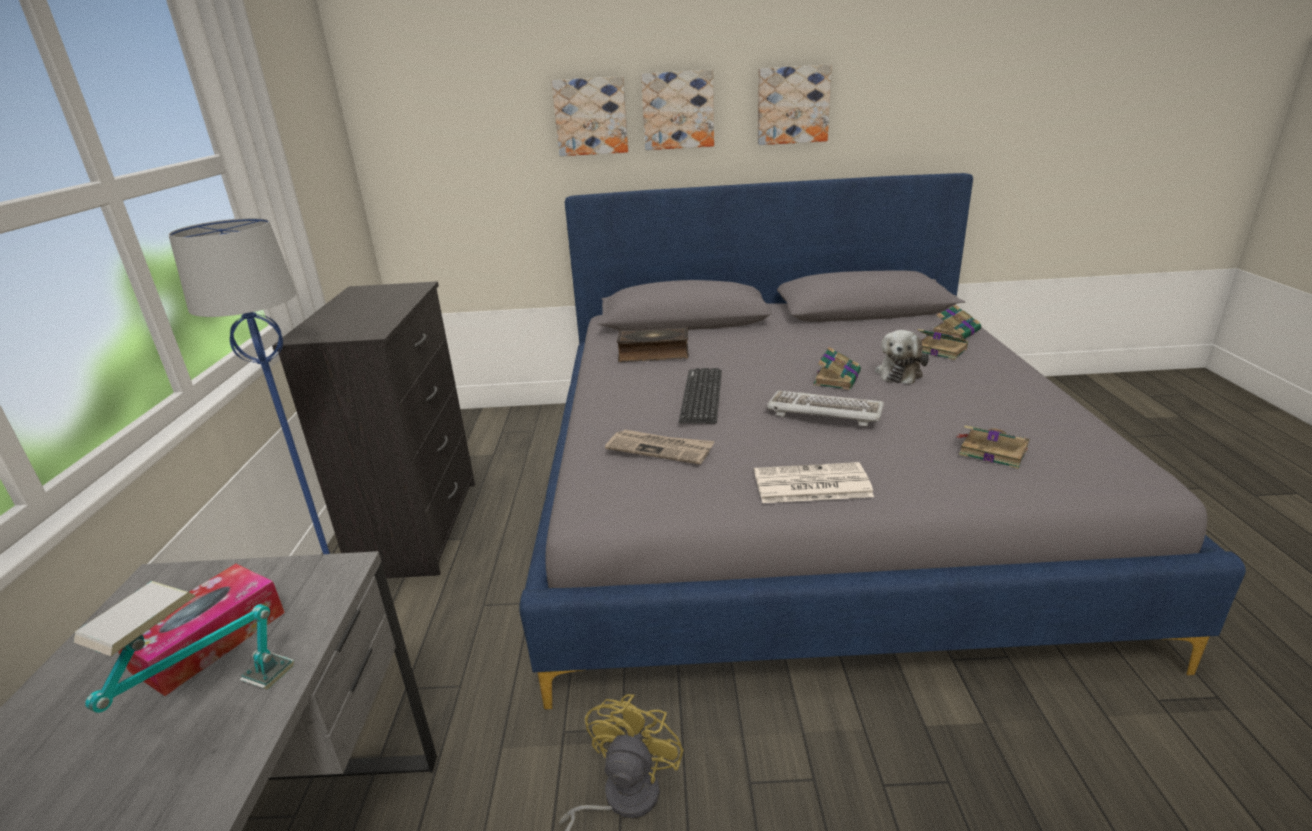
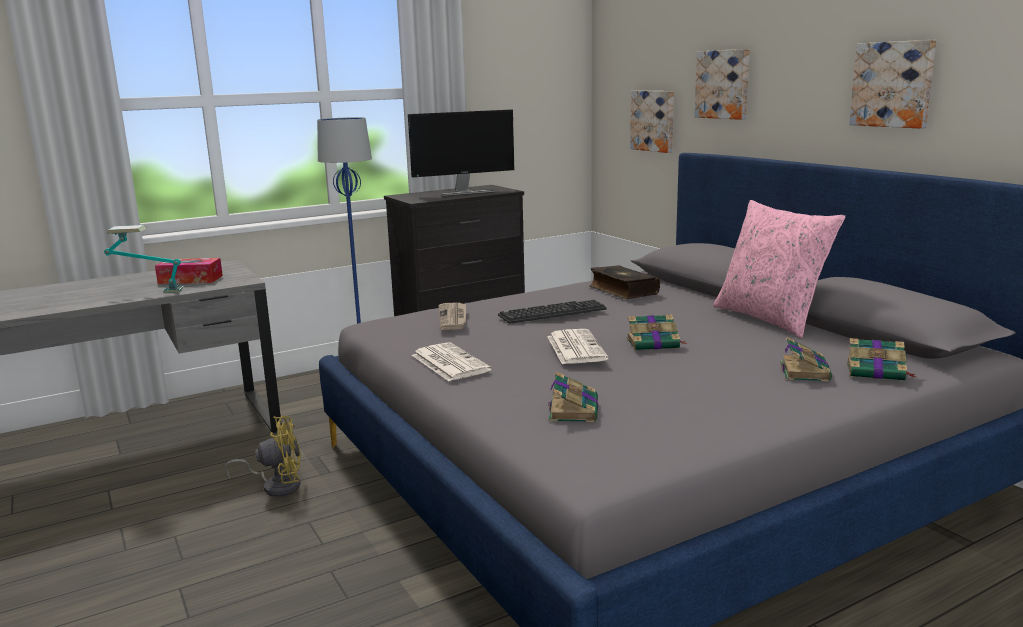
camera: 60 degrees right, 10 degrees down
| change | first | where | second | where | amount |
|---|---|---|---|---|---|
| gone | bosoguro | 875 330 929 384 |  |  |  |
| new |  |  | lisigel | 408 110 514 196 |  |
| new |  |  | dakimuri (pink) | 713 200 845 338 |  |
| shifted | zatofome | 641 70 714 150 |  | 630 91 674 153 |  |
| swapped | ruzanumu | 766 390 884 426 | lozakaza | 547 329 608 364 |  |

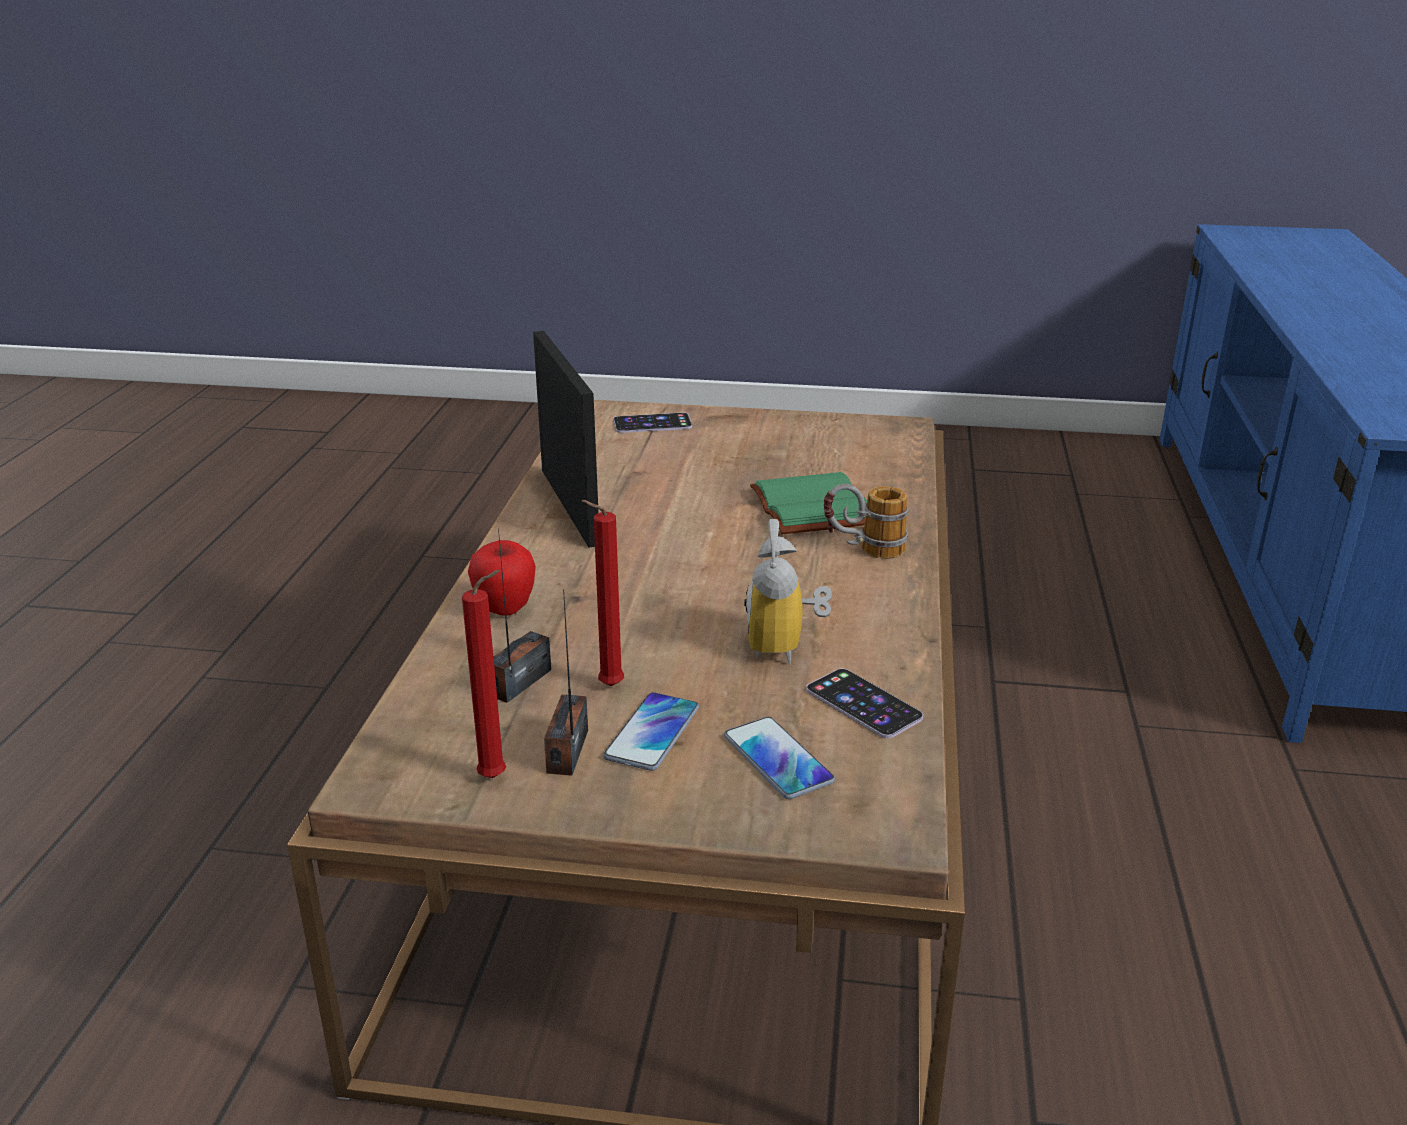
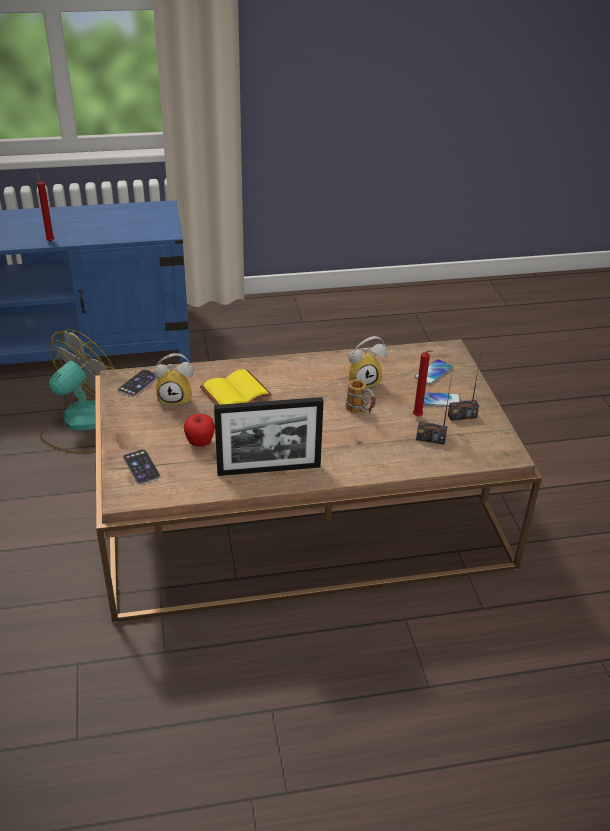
camera: 110 degrees left, 10 degrees up
| change | first | where | second | where | amount |
|---|---|---|---|---|---|
| new |  |  | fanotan | 40 329 114 454 |  |
| new |  |  | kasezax | 154 353 194 406 |  |
| shifted | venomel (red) | 462 570 506 778 |  | 37 173 55 242 |  |
| shifted | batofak | 468 540 536 616 |  | 184 414 215 447 |  |
| shifted | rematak | 806 669 923 738 |  | 118 369 158 397 |  |
| shifted | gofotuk | 824 483 909 559 |  | 345 379 376 414 |  |
| repainted | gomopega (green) | 750 472 867 534 | gomopega (yellow) | 200 369 272 405 |  |
| rotated | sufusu | 533 331 599 548 |  | 214 397 324 476 | 150 degrees counterclockwise |

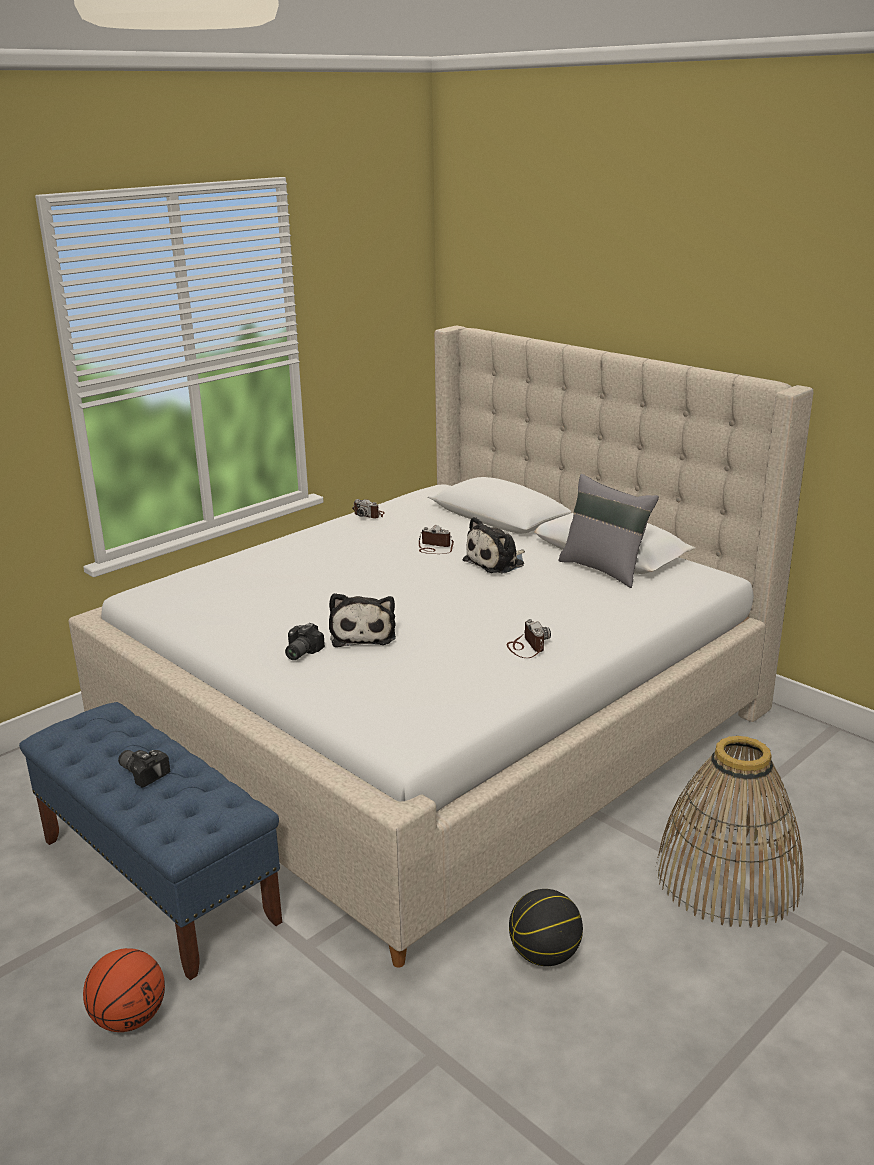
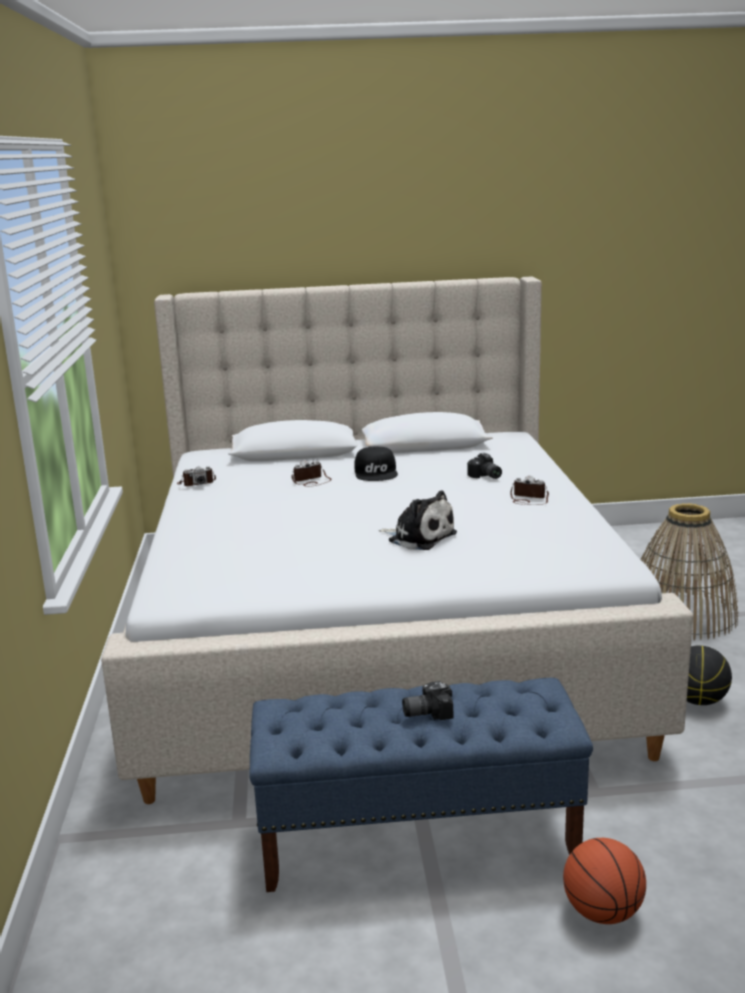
camera: 50 degrees left, 5 degrees down
| change | first | where | second | where | amount |
|---|---|---|---|---|---|
| gone | dakimuri (grey) | 559 474 659 588 |  |  |  |
| shifted | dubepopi | 285 623 325 660 |  | 467 453 502 479 |  |
| swapped | bosoguro | 463 517 525 573 | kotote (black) | 354 446 398 481 |  |

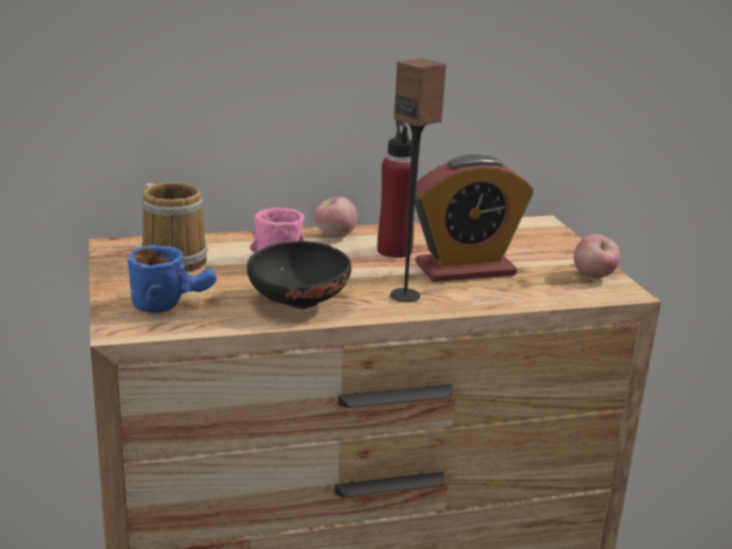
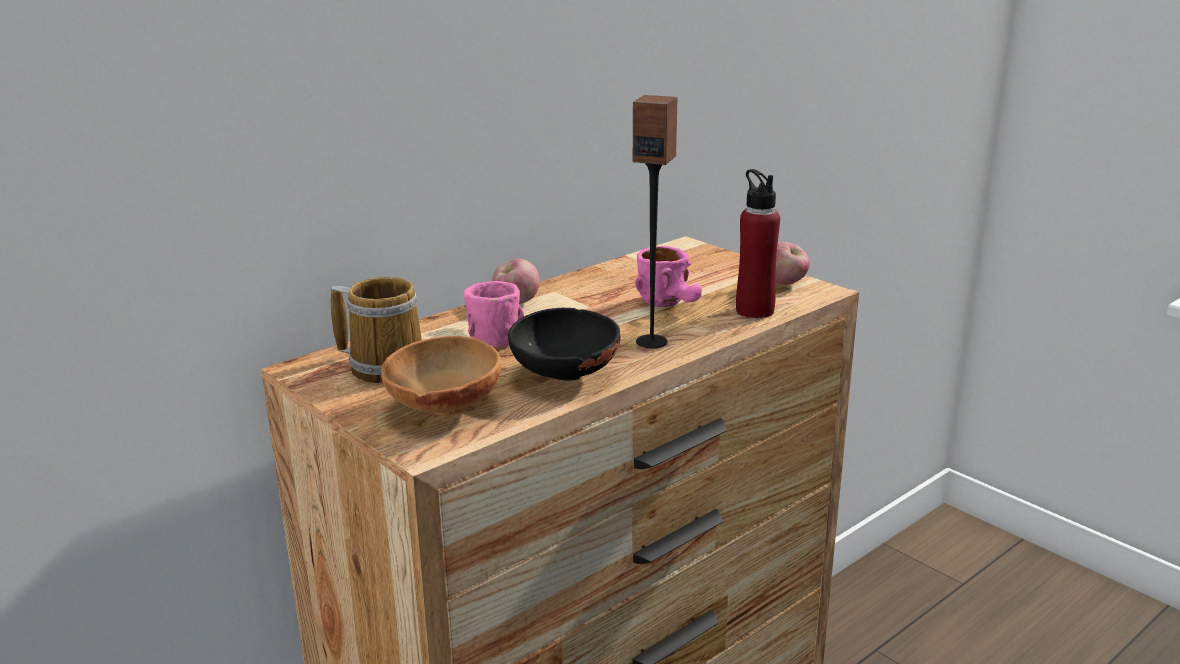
camera: 25 degrees left, 0 degrees up
| change | first | where | second | where | amount |
|---|---|---|---|---|---|
| shifted | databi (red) | 377 120 418 258 |  | 736 169 780 318 |  |
| swapped | gofotuk (blue) | 128 245 217 313 | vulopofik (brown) | 381 336 501 416 |  |
| swapped | kasezax | 415 154 534 282 | gofotuk (pink) | 635 246 702 307 |  |

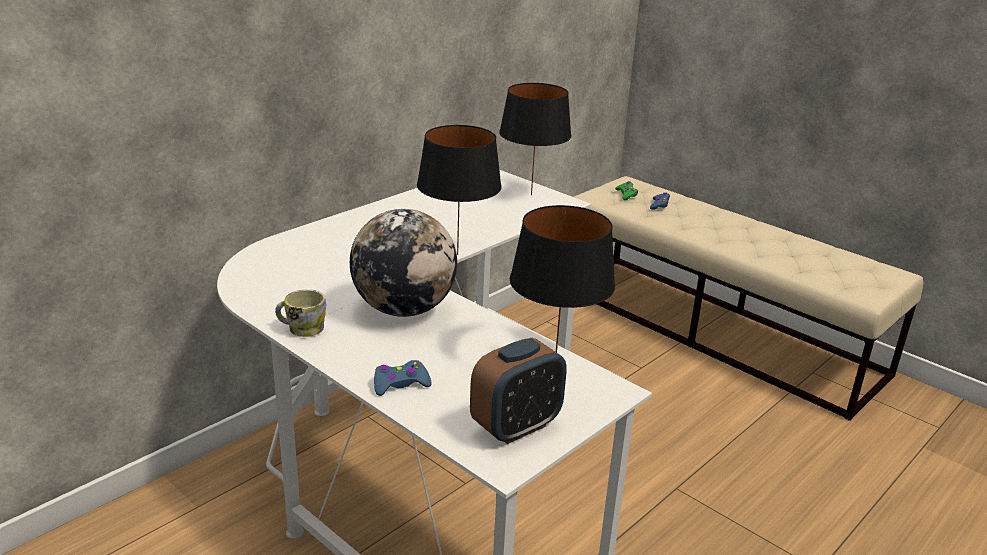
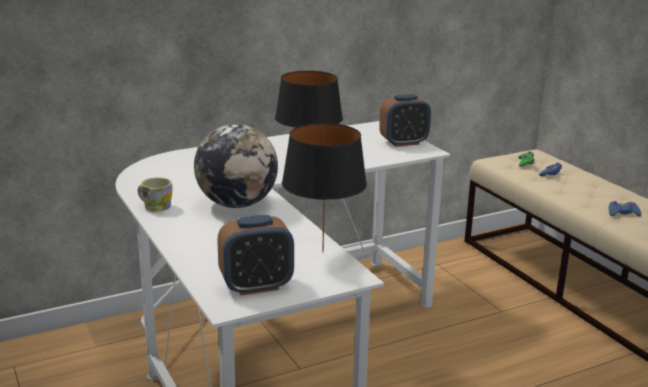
camera: 20 degrees right, 5 degrees down
| change | first | where | second | where | amount |
|---|---|---|---|---|---|
| shifted | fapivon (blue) | 374 360 432 396 |  | 609 201 641 216 |  |
| swapped | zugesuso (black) | 499 83 572 195 | kasezax | 379 94 431 147 |  |

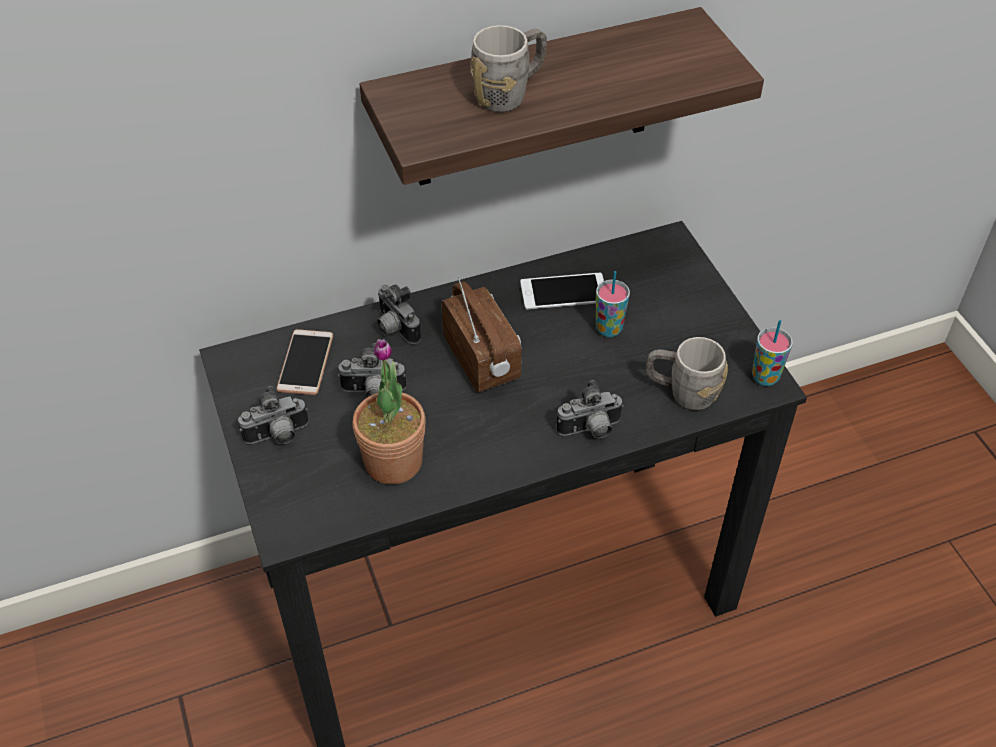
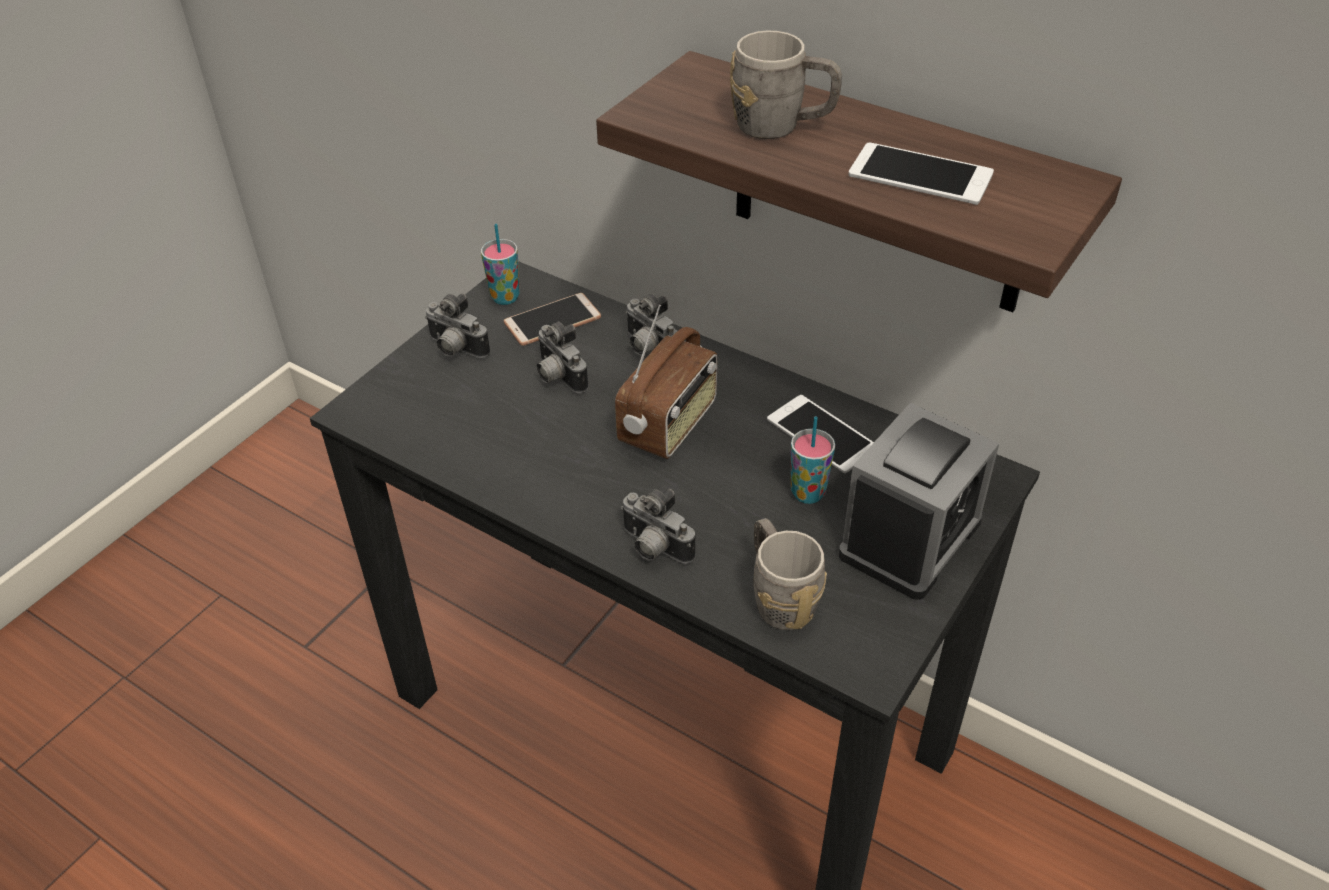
camera: 55 degrees right, 5 degrees down
| change | first | where | second | where | amount |
|---|---|---|---|---|---|
| gone | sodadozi | 352 339 426 484 |  |  |  |
| new |  |  | kasezax | 839 403 999 600 |  |
| new |  |  | rematak | 848 143 994 205 |  |
| shifted | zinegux | 752 320 793 386 |  | 481 224 520 305 |  |
| rotated | dubepopi | 377 284 421 344 |  | 626 294 677 355 | 60 degrees counterclockwise |

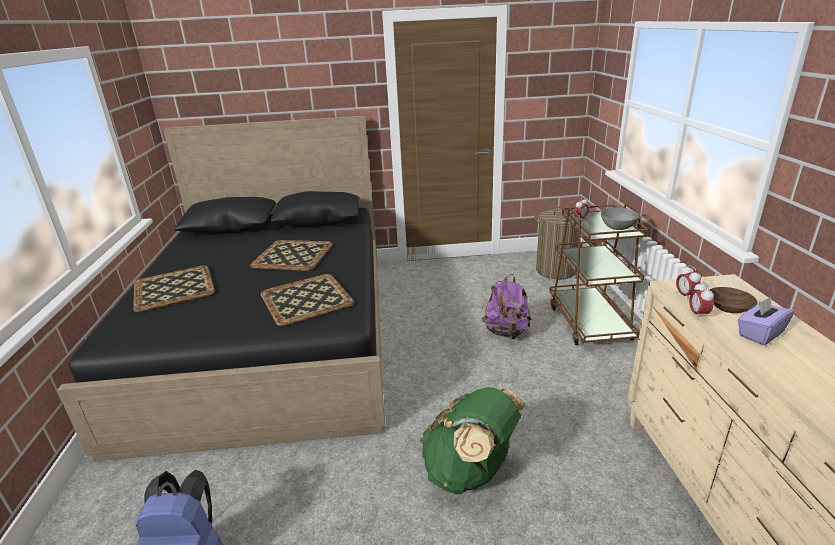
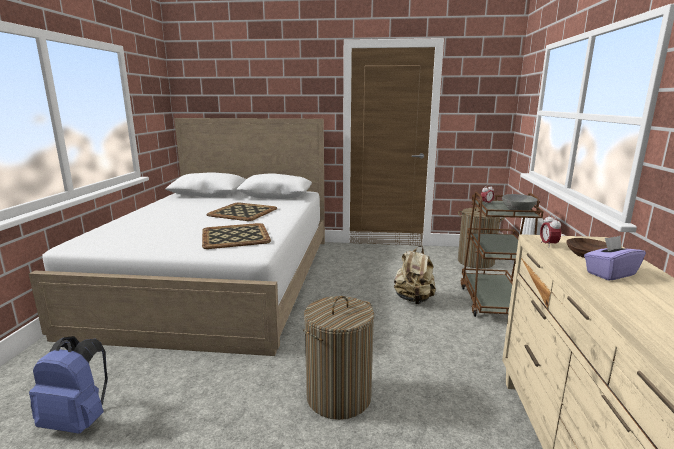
camera: 10 degrees right, 10 degrees down
| change | first | where | second | where | amount |
|---|---|---|---|---|---|
| gone | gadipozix | 133 265 215 312 |  |  |  |
| gone | kasezax | 689 282 714 320 |  |  |  |
| swapped | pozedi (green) | 420 387 526 494 | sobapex | 303 296 374 420 |  |
| repainted | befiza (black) | 57 116 385 462 | befiza (white) | 29 118 325 356 |  |
| repainted | pozedi (purple) | 482 274 532 339 | pozedi (beige) | 394 246 436 304 |  |

